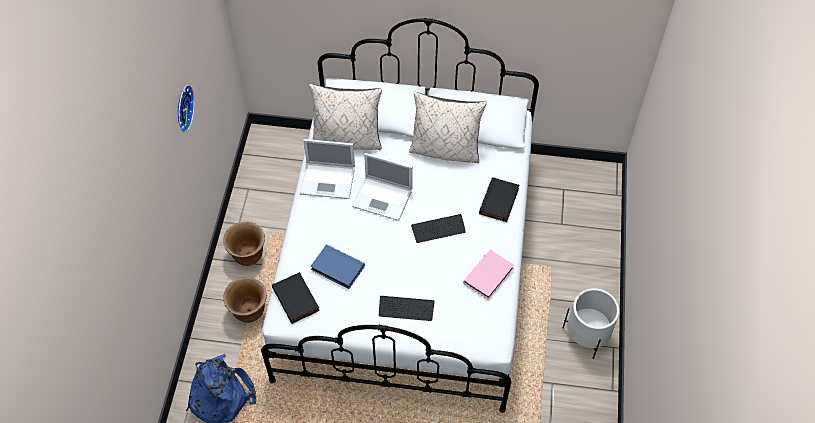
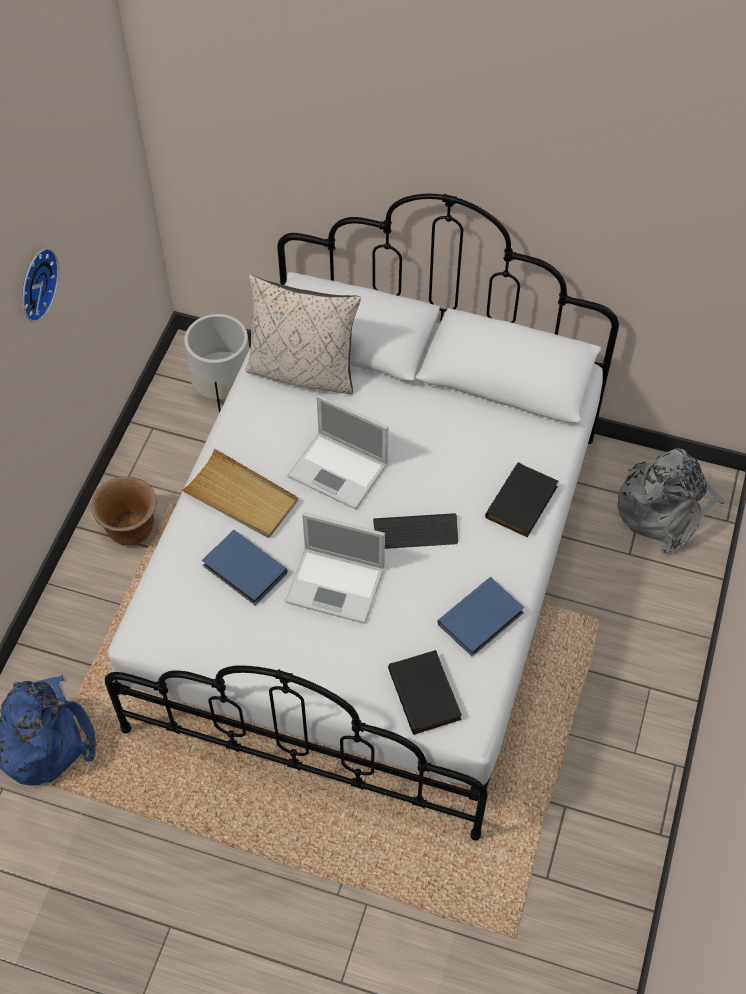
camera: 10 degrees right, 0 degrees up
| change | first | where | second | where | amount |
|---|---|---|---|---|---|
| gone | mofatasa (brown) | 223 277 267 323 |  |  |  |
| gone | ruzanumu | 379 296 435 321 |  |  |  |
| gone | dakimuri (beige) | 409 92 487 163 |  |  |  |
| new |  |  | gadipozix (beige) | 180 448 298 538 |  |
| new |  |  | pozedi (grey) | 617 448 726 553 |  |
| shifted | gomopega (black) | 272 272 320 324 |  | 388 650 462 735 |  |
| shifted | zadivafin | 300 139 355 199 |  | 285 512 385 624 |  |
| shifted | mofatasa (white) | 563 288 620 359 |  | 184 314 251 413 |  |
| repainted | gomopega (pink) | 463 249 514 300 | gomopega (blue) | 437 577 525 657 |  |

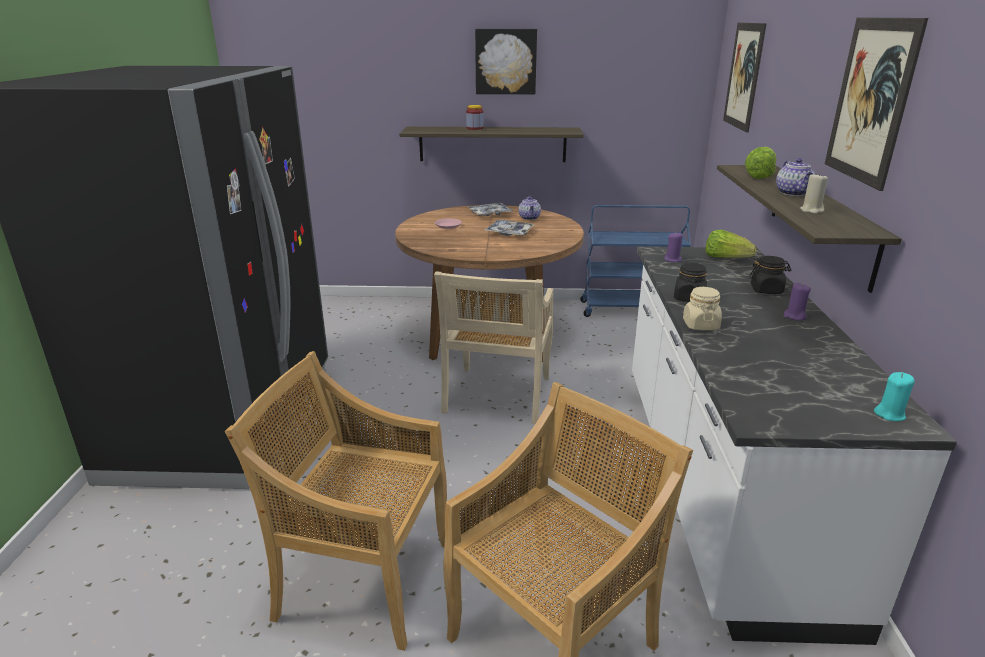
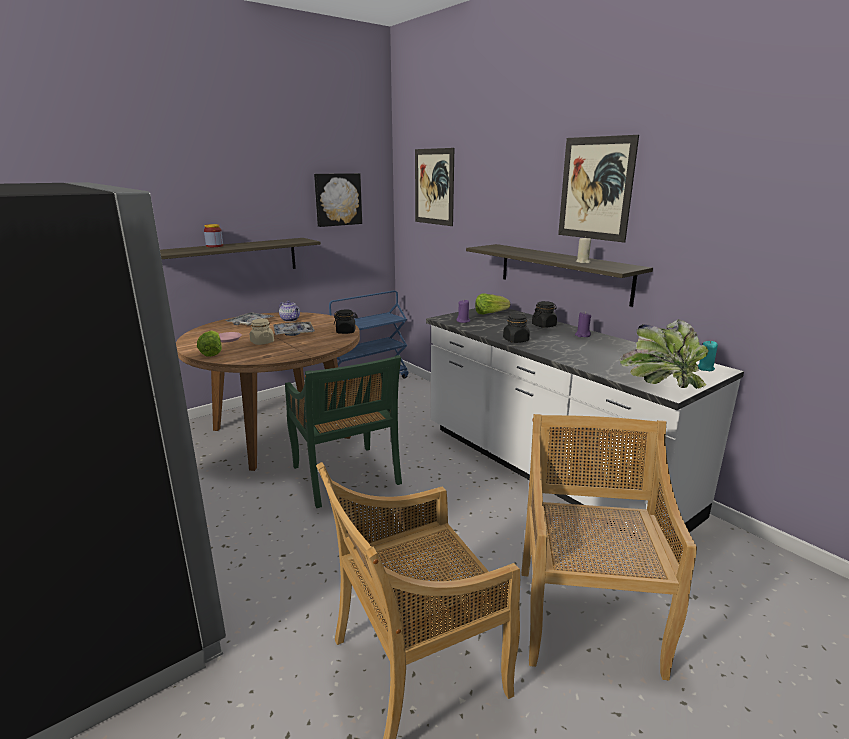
camera: 40 degrees left, 5 degrees down
| change | first | where | second | where | amount |
|---|---|---|---|---|---|
| gone | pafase | 776 158 815 196 |  |  |  |
| new |  |  | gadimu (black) | 334 310 358 334 |  |
| new |  |  | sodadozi | 620 319 708 389 |  |
| shifted | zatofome | 475 29 537 94 |  | 314 173 362 227 |  |
| shifted | gadimu (beige) | 683 287 722 330 |  | 250 319 274 345 |  |
| shifted | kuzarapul | 745 147 776 179 |  | 197 330 222 357 |  |
| repainted | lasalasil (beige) | 434 271 553 424 | lasalasil (green) | 285 355 402 508 |  |

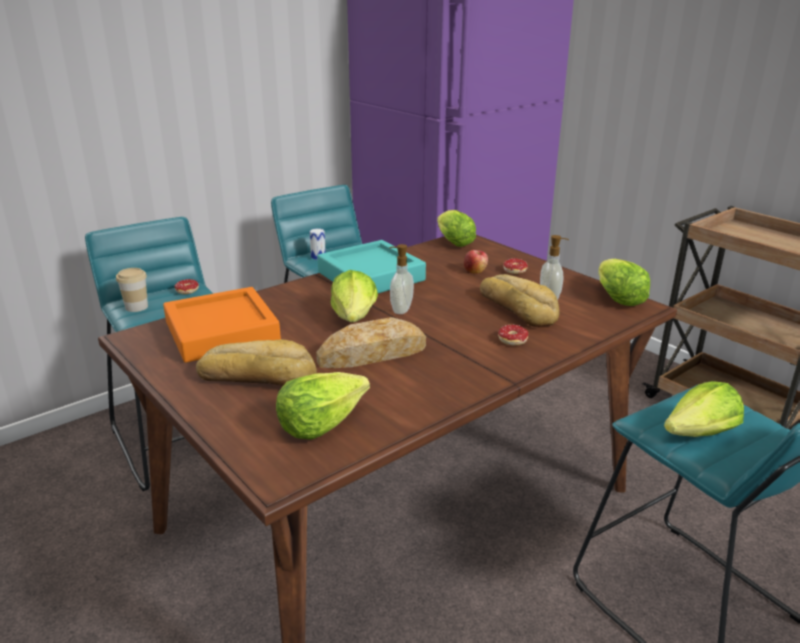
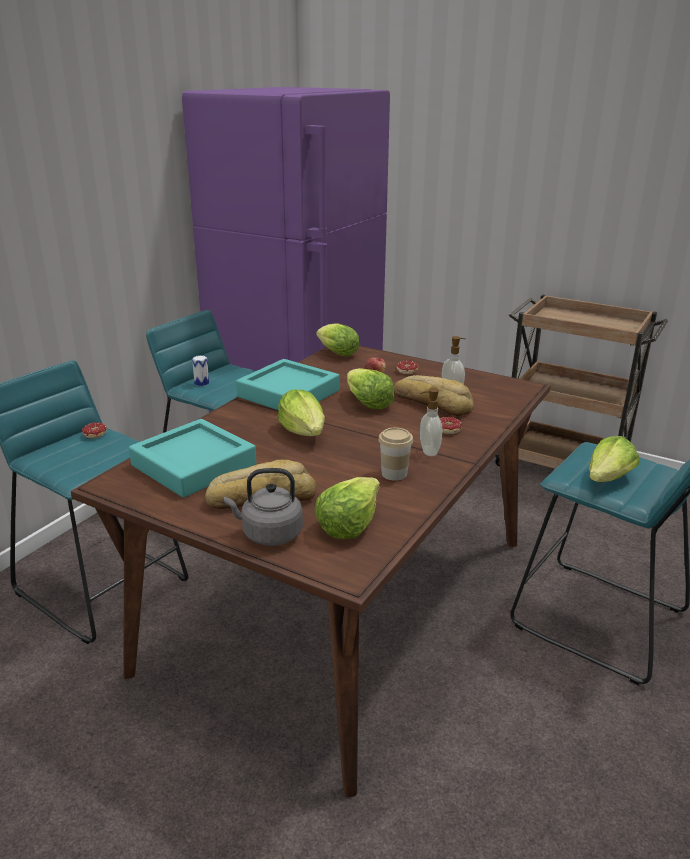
camera: 20 degrees left, 0 degrees up
| change | first | where | second | where | amount |
|---|---|---|---|---|---|
| gone | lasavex | 316 317 426 368 |  |  |  |
| new |  |  | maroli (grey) | 224 468 303 546 |  |
| shifted | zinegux | 116 268 148 312 |  | 378 428 413 481 |  |
| shifted | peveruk | 389 244 414 314 |  | 420 388 442 456 |  |
| shifted | kuzarapul | 598 259 650 306 |  | 347 368 394 409 |  |
| repainted | gadipozix (orange) | 163 287 281 363 | gadipozix (turquoise) | 129 419 256 498 |  |

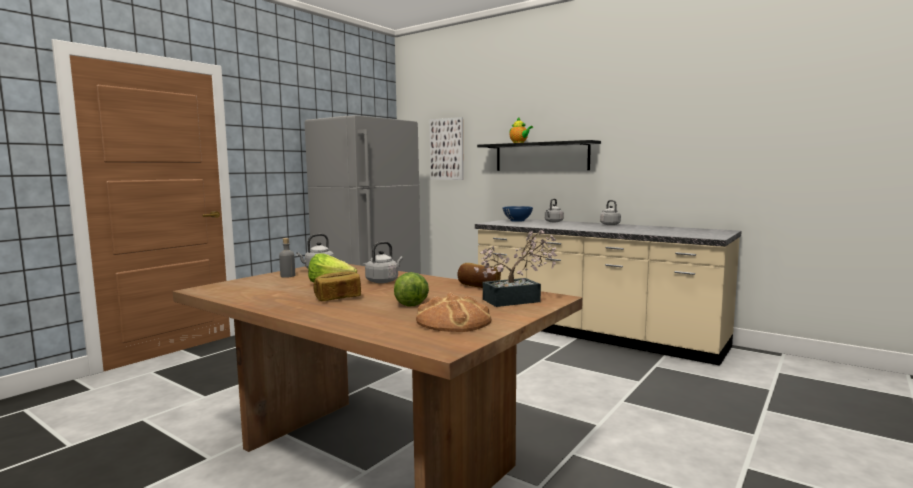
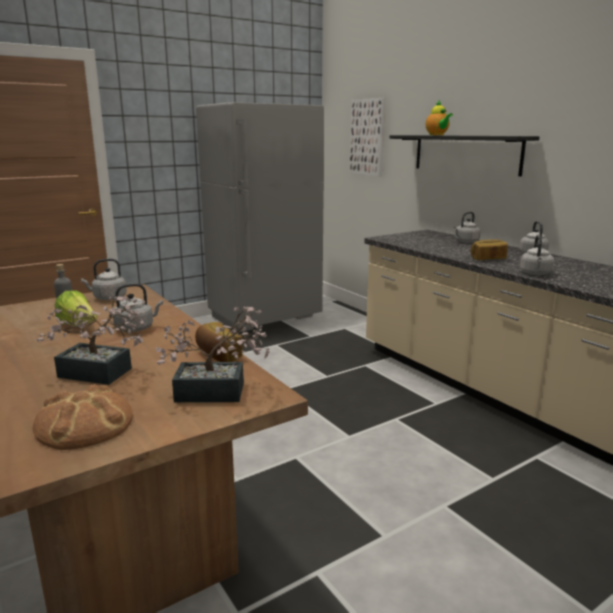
camera: 20 degrees right, 10 degrees up
| change | first | where | second | where | amount |
|---|---|---|---|---|---|
| gone | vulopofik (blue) | 502 206 533 222 |  |  |  |
| new |  |  | maroli (grey) | 520 235 554 275 |  |
| shifted | lasavex | 313 271 361 301 |  | 471 239 508 260 |  |
| swapped | kuzarapul | 394 272 429 307 | sodadozi | 37 295 146 385 |  |

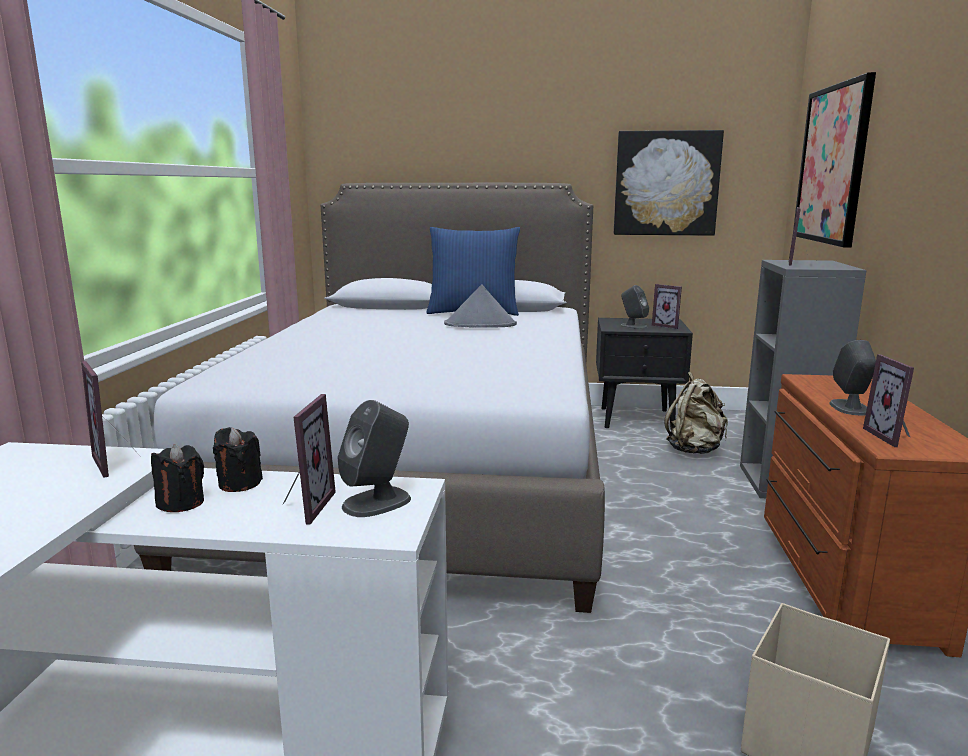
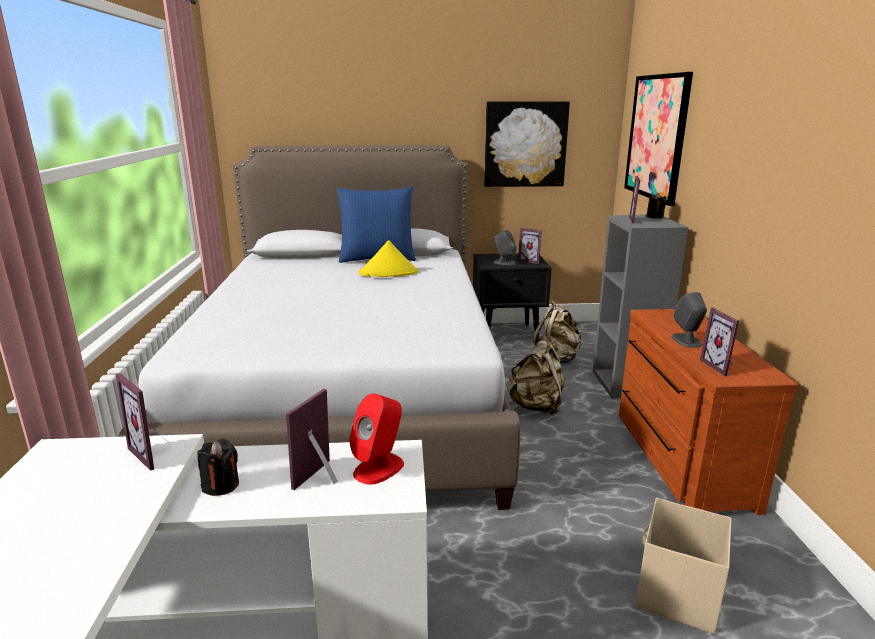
camera: 10 degrees left, 5 degrees up
| change | first | where | second | where | amount |
|---|---|---|---|---|---|
| new |  |  | pozedi (beige) | 508 340 565 415 |  |
| shifted | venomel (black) | 213 427 263 492 |  | 646 193 666 219 |  |
| repainted | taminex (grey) | 337 400 411 517 | taminex (red) | 349 394 404 485 |  |
| repainted | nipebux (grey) | 444 285 517 328 | nipebux (yellow) | 358 240 418 277 |  |
| rotated | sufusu | 282 394 336 524 |  | 286 389 337 490 | 150 degrees counterclockwise |

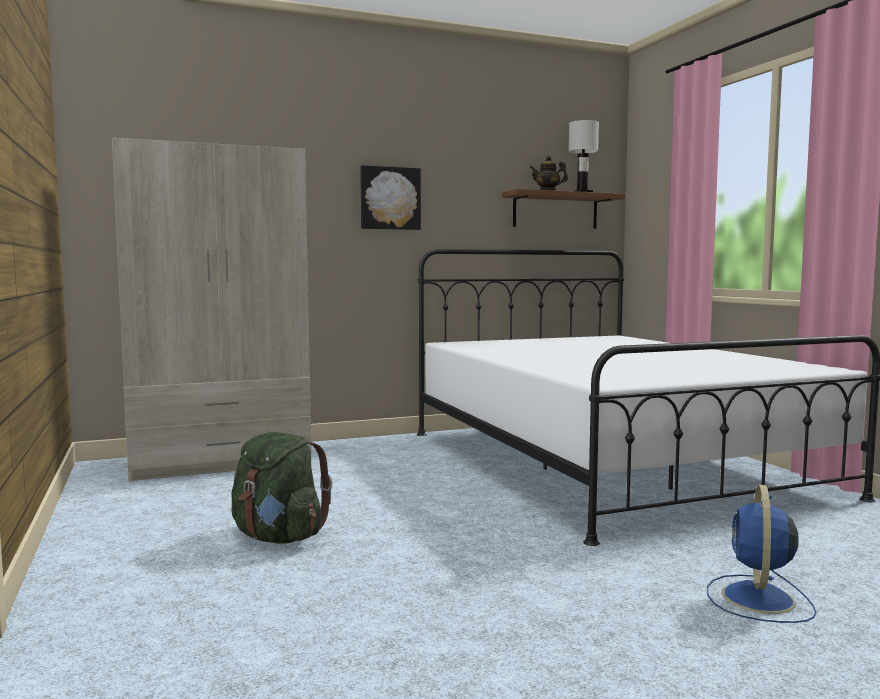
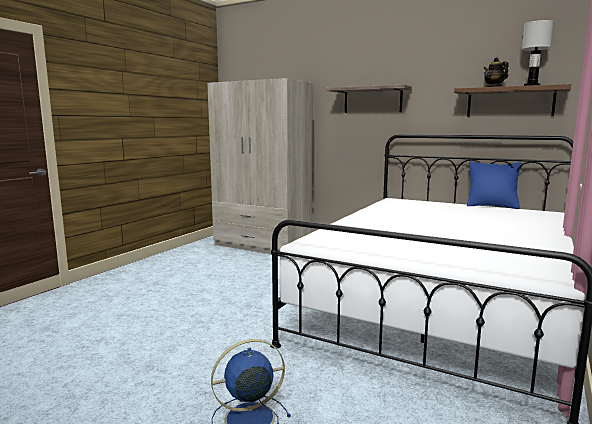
camera: 50 degrees right, 5 degrees up
| change | first | where | second | where | amount |
|---|---|---|---|---|---|
| gone | pozedi (green) | 231 432 332 544 |  |  |  |
| new |  |  | dakimuri (blue) | 467 161 522 209 |  |
| swapped | zatofome | 360 165 421 230 | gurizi | 327 85 412 113 |  |

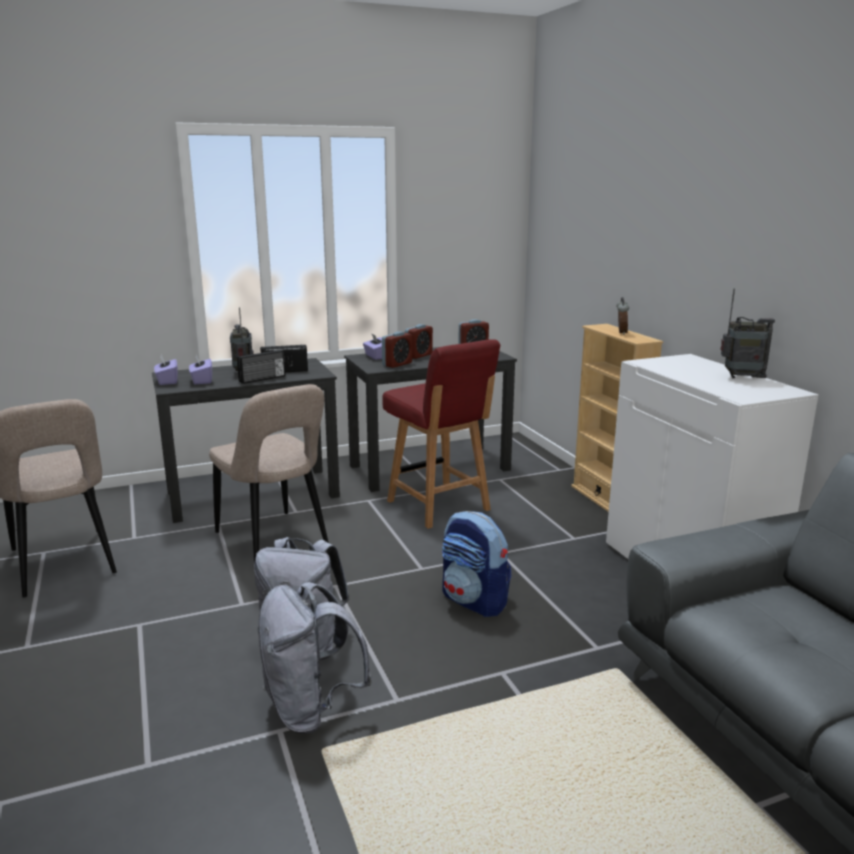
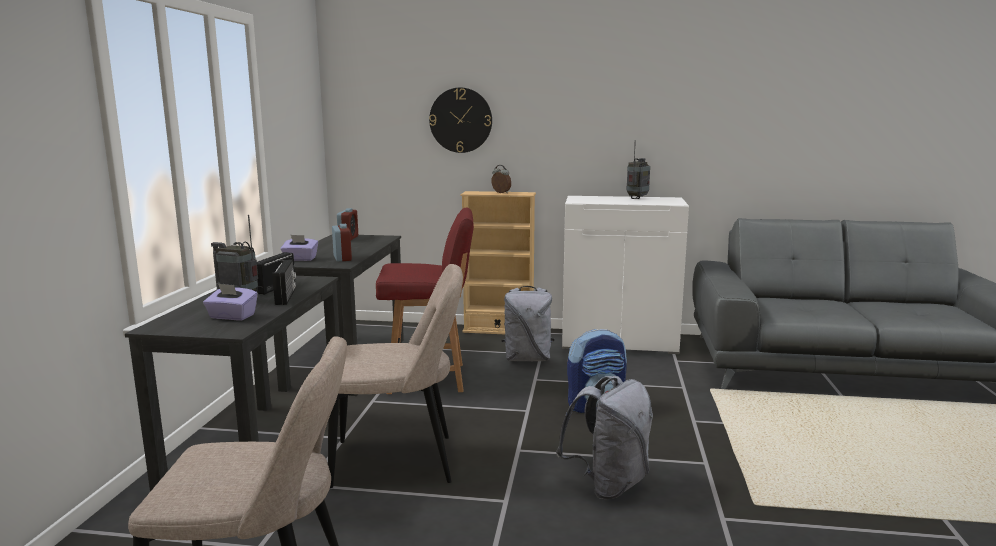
camera: 60 degrees left, 5 degrees down
| change | first | where | second | where | amount |
|---|---|---|---|---|---|
| gone | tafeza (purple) | 154 354 178 385 |  |  |  |
| gone | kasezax | 405 324 433 359 |  |  |  |
| new |  |  | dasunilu | 429 88 492 153 |  |
| shifted | pozedi (grey) | 258 582 372 734 |  | 501 286 555 361 |  |

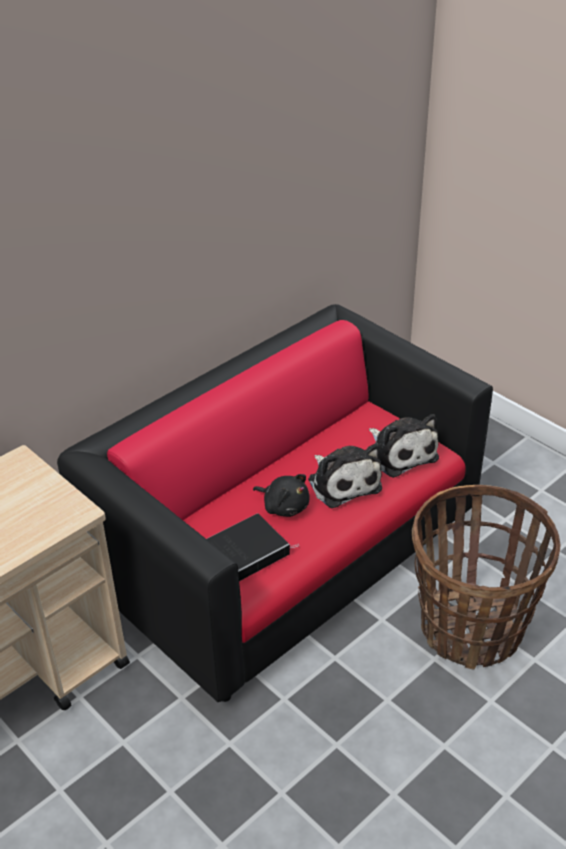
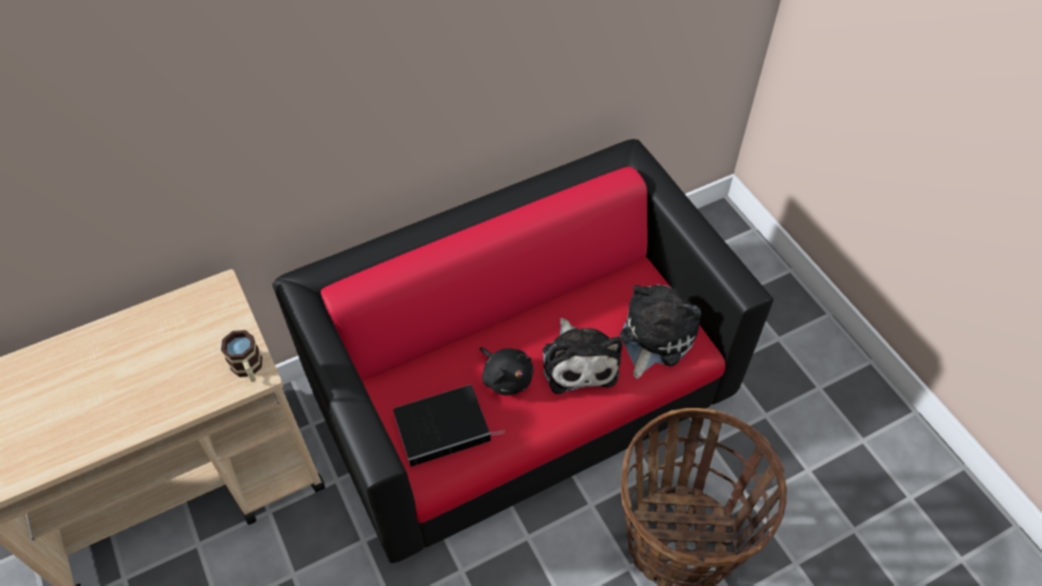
camera: 15 degrees right, 15 degrees up
| change | first | where | second | where | amount |
|---|---|---|---|---|---|
| new |  |  | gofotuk | 221 330 263 382 |  |
| rotated | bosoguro | 369 414 439 478 |  | 620 285 701 379 | 135 degrees counterclockwise |

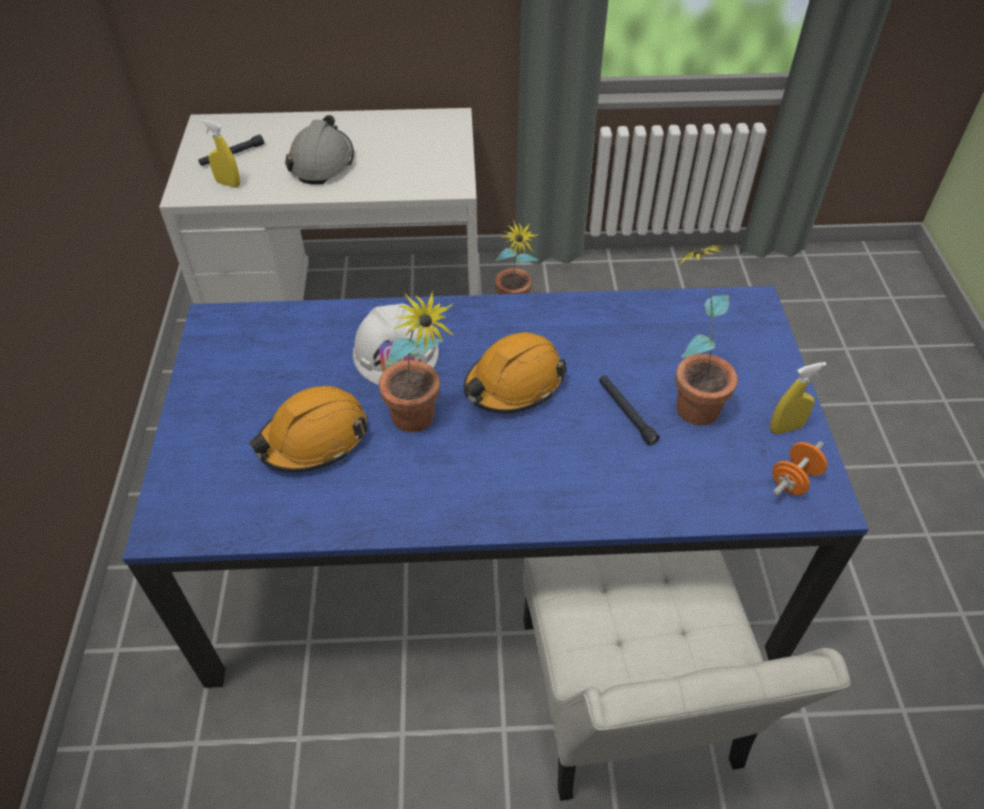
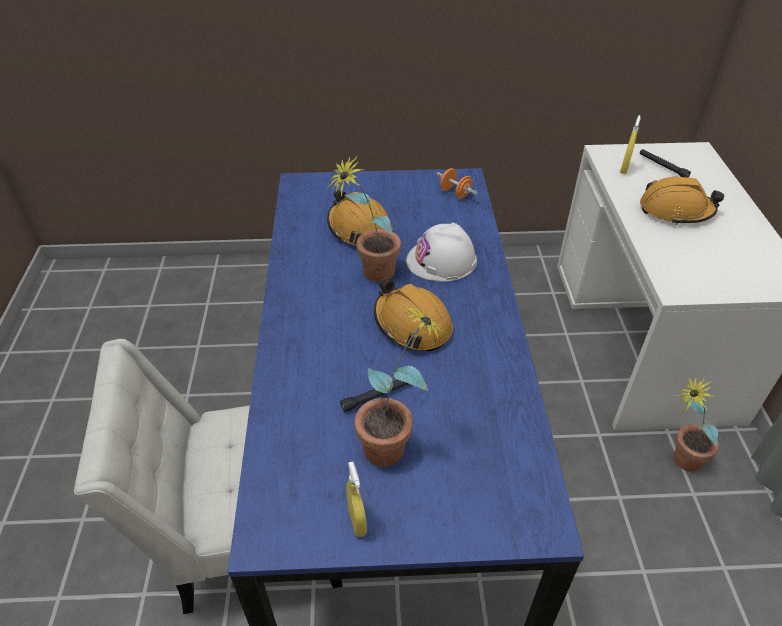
camera: 90 degrees right, 5 degrees down
| change | first | where | second | where | amount |
|---|---|---|---|---|---|
| shifted | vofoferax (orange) | 772 442 827 496 |  | 436 168 478 199 |  |
| repainted | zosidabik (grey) | 285 115 354 184 | zosidabik (orange) | 640 177 724 225 |  |

